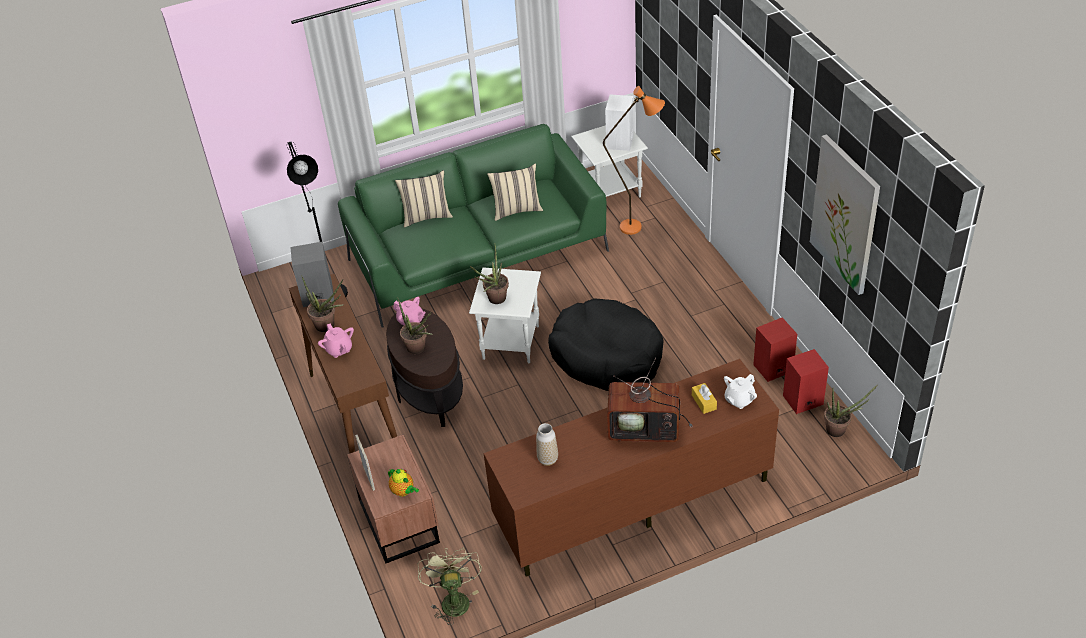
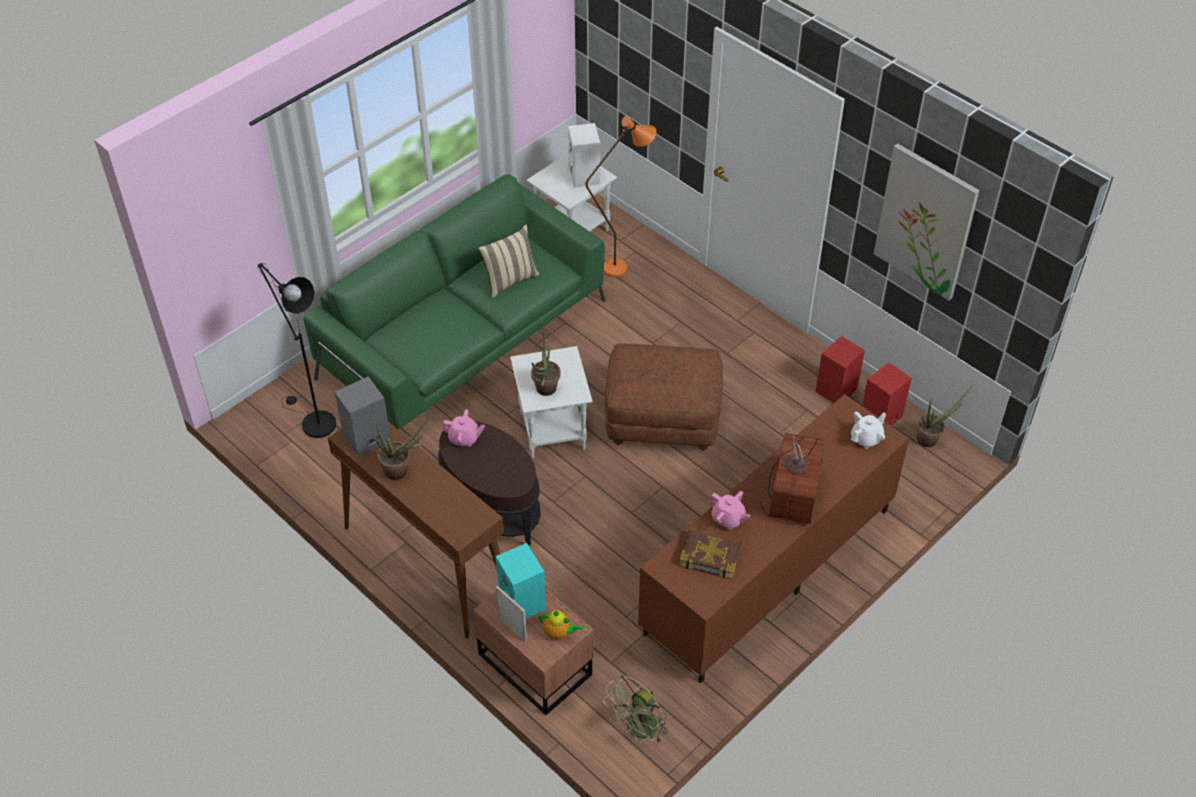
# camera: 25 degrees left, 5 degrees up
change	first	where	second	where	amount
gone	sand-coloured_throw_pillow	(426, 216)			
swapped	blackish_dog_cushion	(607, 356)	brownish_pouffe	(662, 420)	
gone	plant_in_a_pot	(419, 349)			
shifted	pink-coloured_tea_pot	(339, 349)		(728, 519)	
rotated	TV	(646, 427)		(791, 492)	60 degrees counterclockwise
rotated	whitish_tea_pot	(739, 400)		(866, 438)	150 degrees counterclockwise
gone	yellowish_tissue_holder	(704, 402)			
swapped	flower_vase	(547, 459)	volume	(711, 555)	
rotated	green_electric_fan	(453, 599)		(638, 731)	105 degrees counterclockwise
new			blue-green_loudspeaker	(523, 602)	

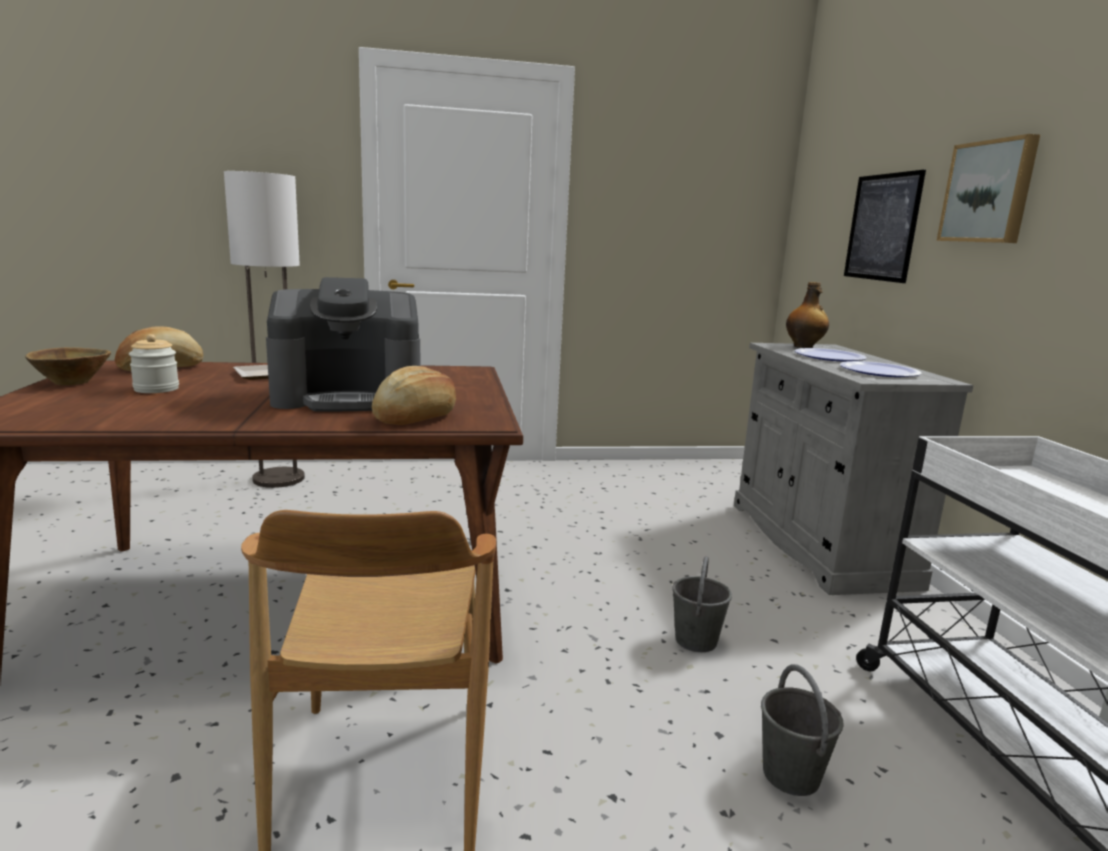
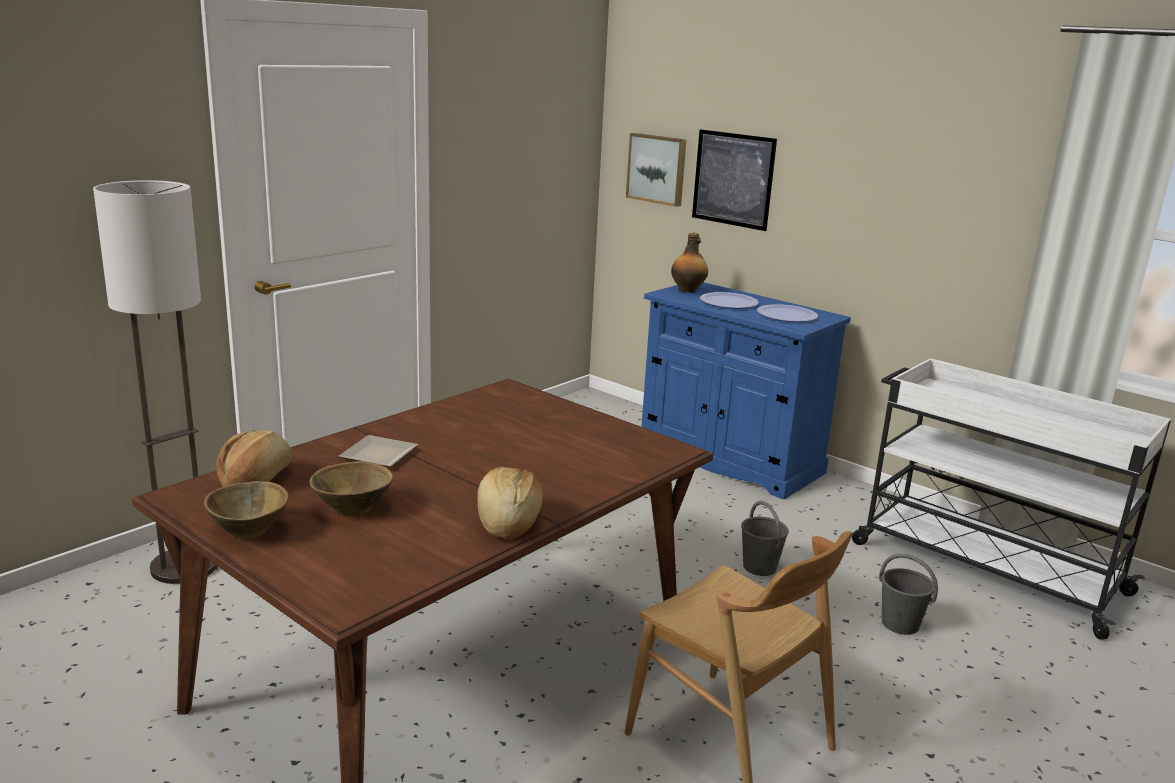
# camera: 40 degrees left, 5 degrees up
change	first	where	second	where	amount
shifted	wall_picture	(989, 192)		(657, 169)	
gone	coffee_maker	(349, 397)			
swapped	jar	(156, 389)	brownish_bowl	(353, 508)	
repainted	greyish_cabinet	(818, 543)	blue-coloured_cabinet	(728, 458)	
shifted	baked_bread	(416, 418)		(506, 520)	

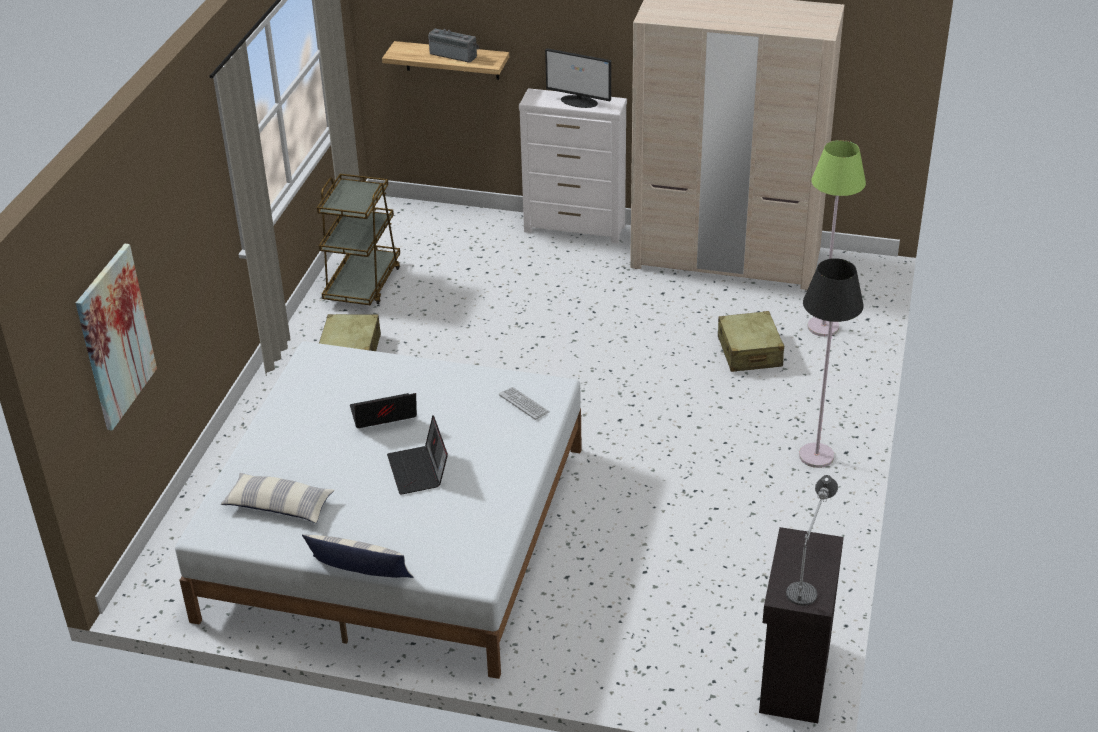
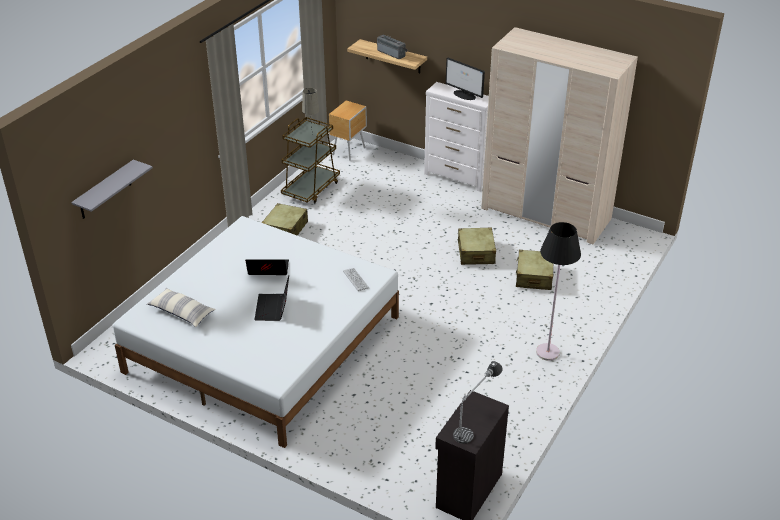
# camera: 15 degrees right, 0 degrees up
change	first	where	second	where	amount
gone	green_standing_lamp	(823, 327)			
swapped	wall_picture	(115, 337)	greyish_shelf	(105, 190)	
gone	throw_pillow	(360, 572)			
new			sand-coloured_table_lamp	(312, 137)	
new			brownish_nightstand	(349, 151)	
new			sand-coloured_piece_of_luggage	(476, 253)	

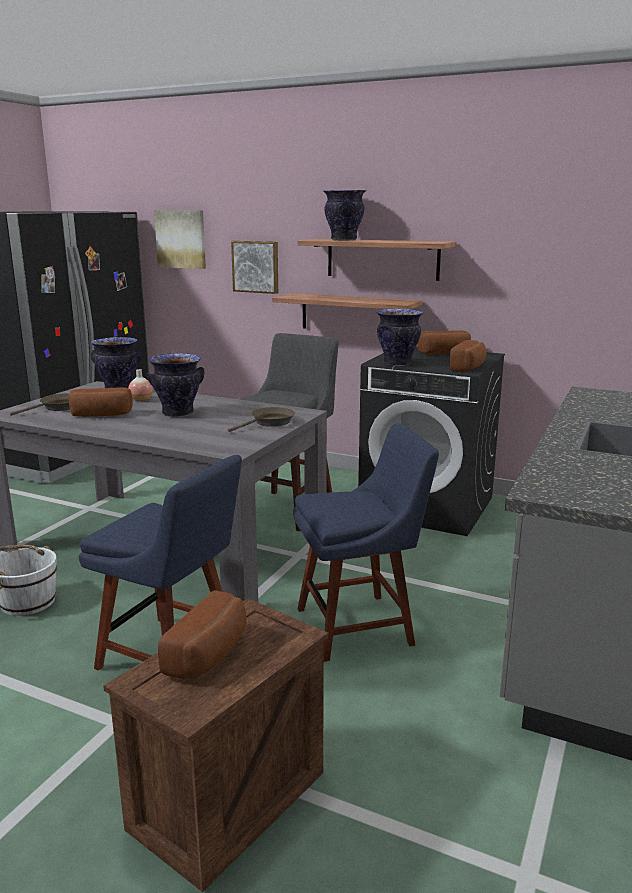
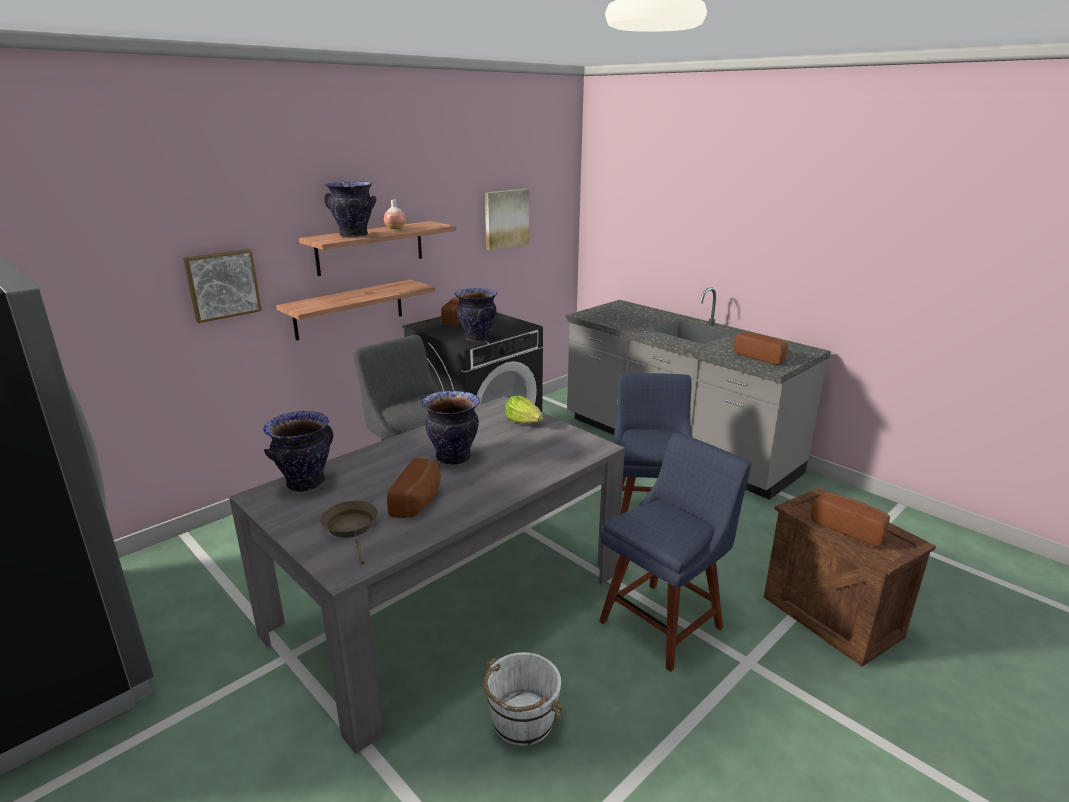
# camera: 70 degrees left, 5 degrees up
change	first	where	second	where	amount
shifted	wall_picture	(181, 239)		(506, 218)	
shifted	baked_bread	(469, 367)		(761, 357)	
shifted	flower_vase	(141, 400)		(395, 228)	
swapped	brownish_frying_pan	(270, 423)	head_of_lettuce	(524, 422)	

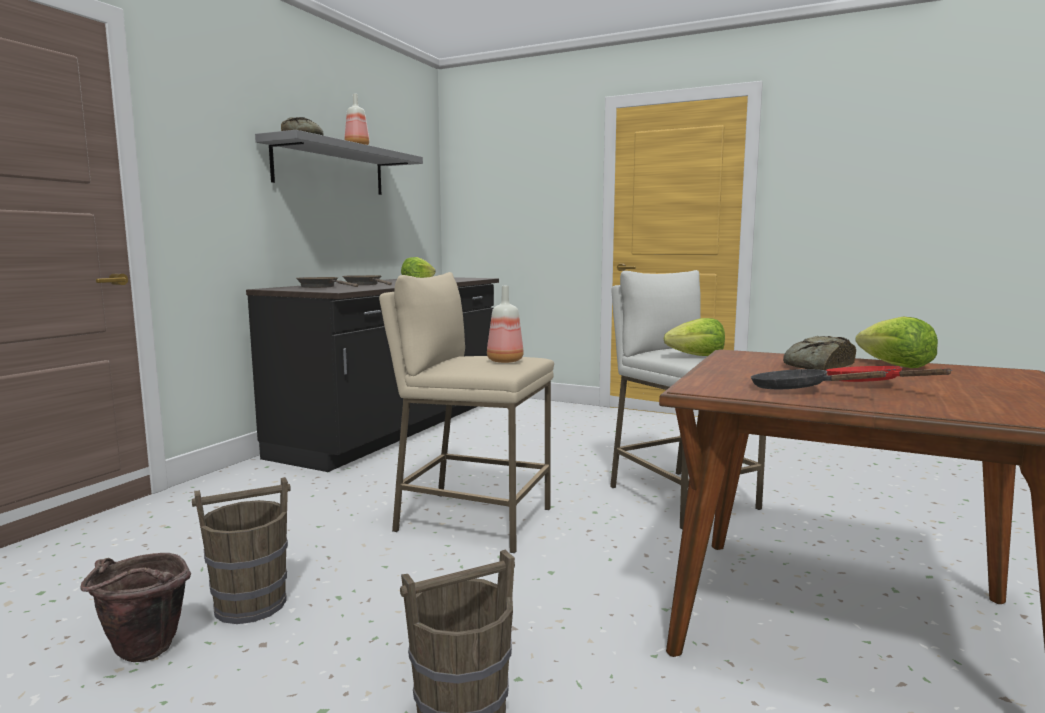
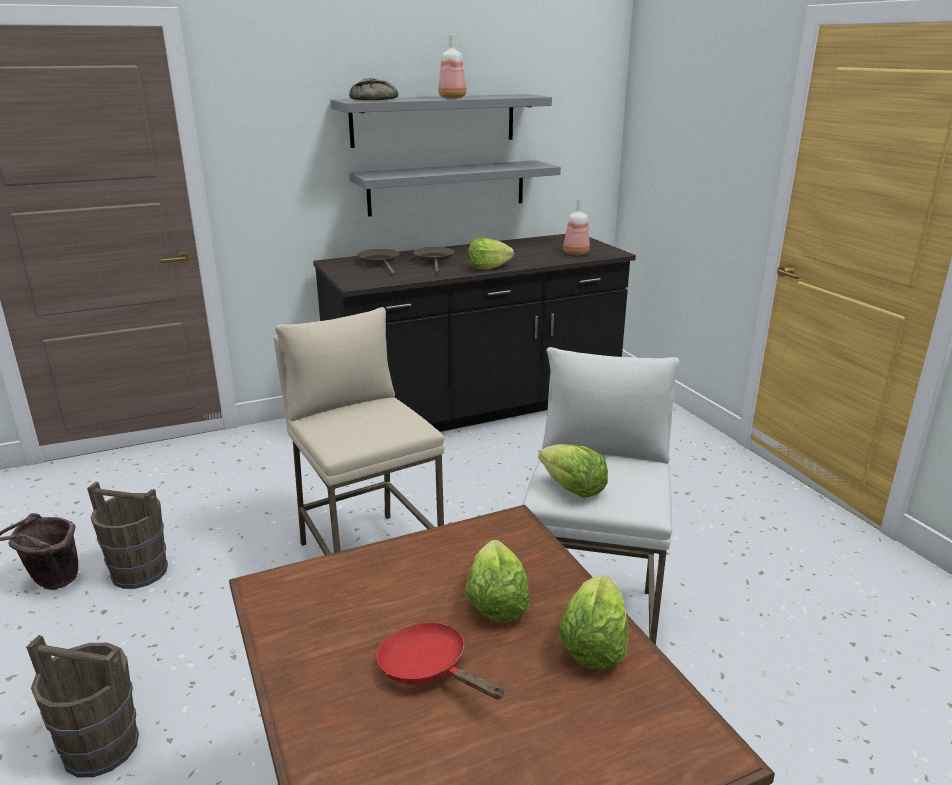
# camera: 40 degrees right, 15 degrees up
change	first	where	second	where	amount
shifted	beverage_bottle	(504, 361)		(575, 253)	
swapped	baked_bread	(817, 367)	head_of_lettuce	(495, 601)	
rotated	red_frying_pan	(870, 384)		(429, 669)	60 degrees counterclockwise
gone	blackish_frying_pan	(796, 390)			
new			greyish_shelf	(447, 187)	

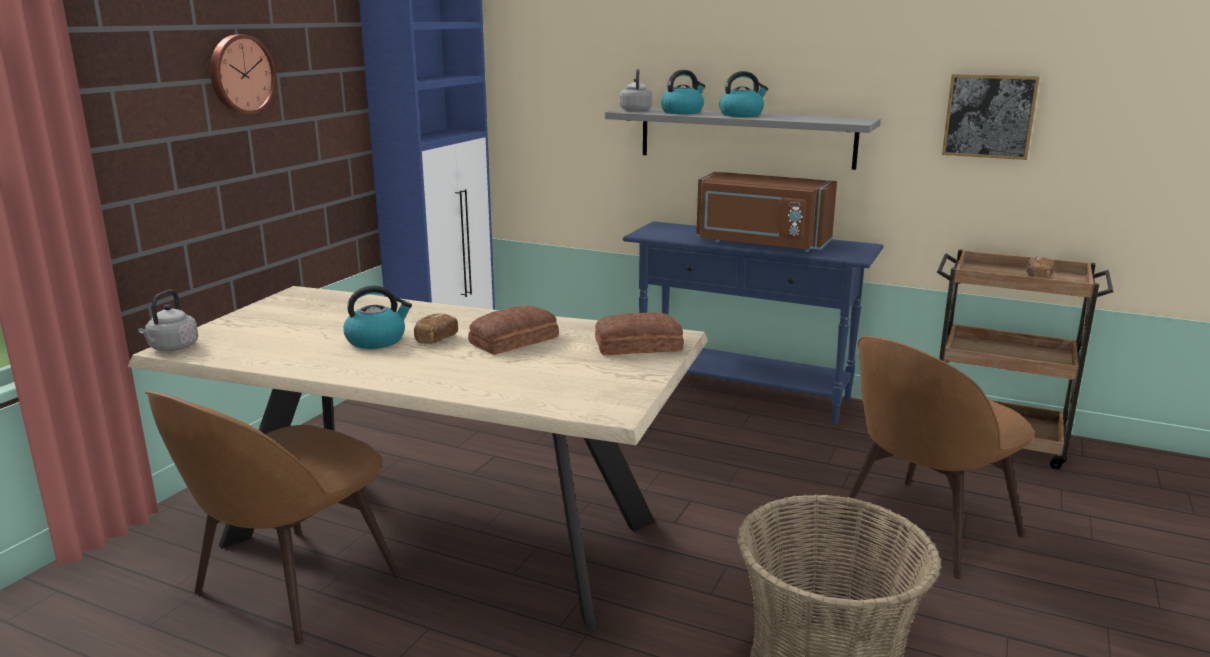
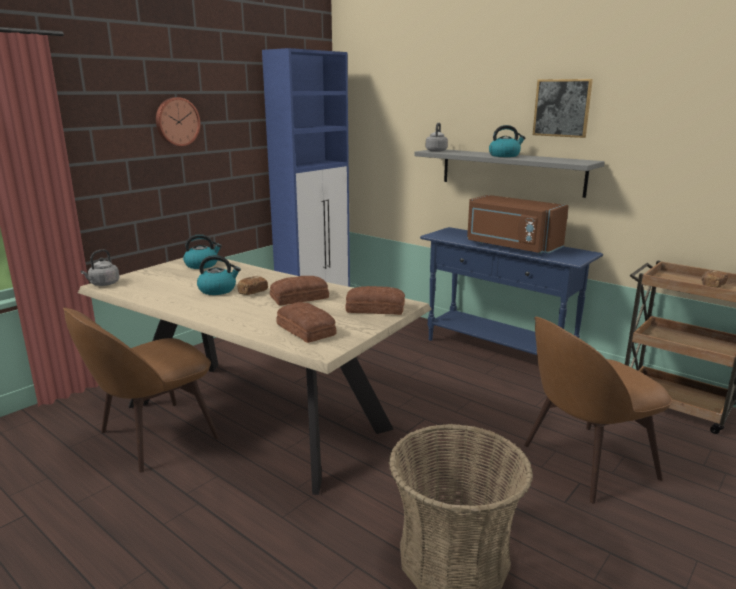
# camera: 15 degrees right, 0 degrees up
change	first	where	second	where	amount
shifted	water_kettle	(682, 112)		(202, 265)	
shifted	wall_picture	(989, 116)		(562, 108)	
new			baked_bread	(306, 329)	

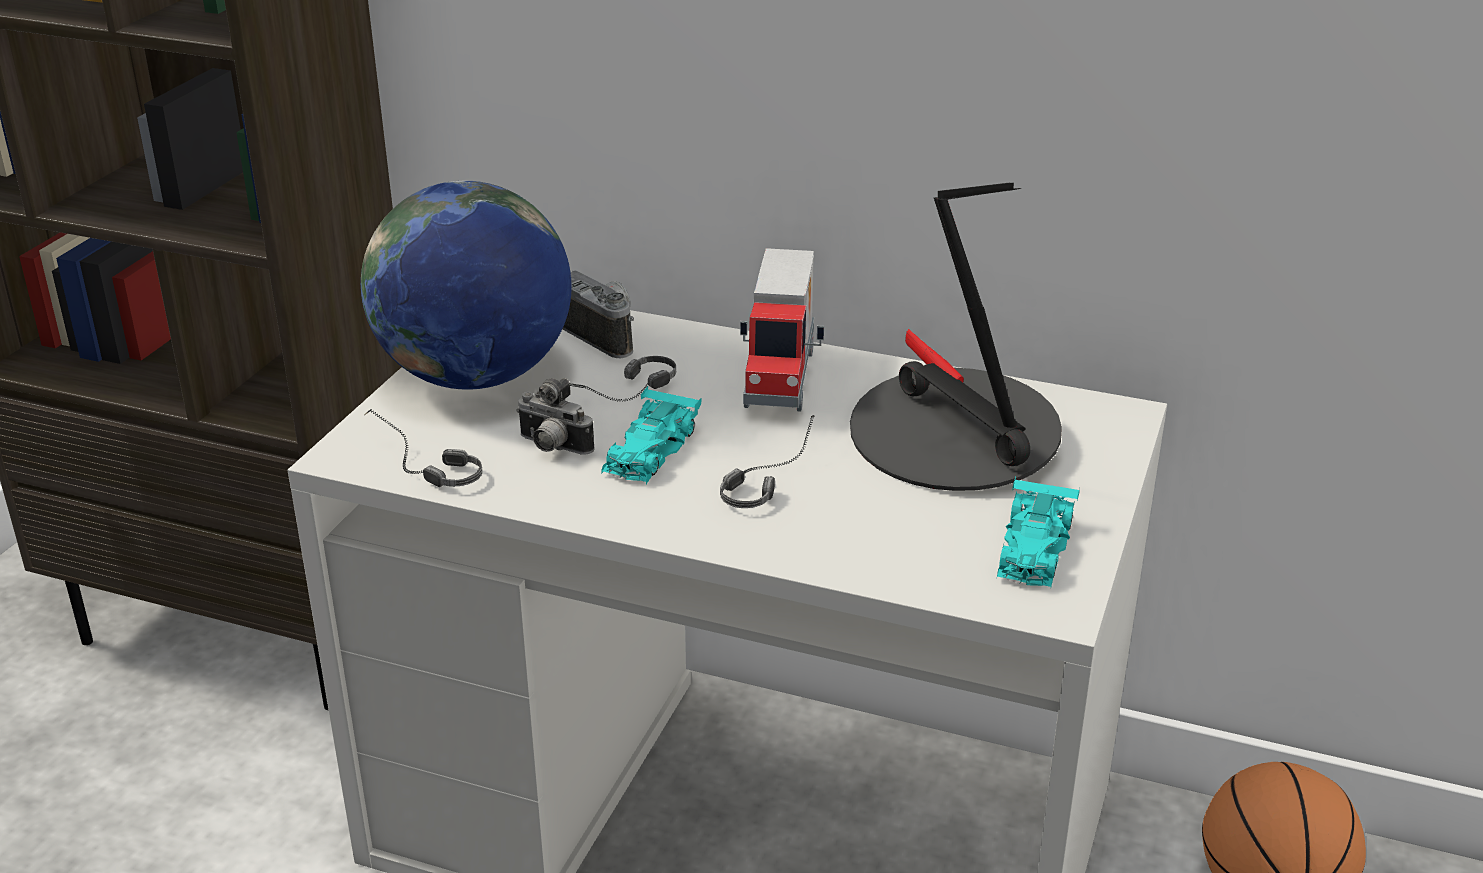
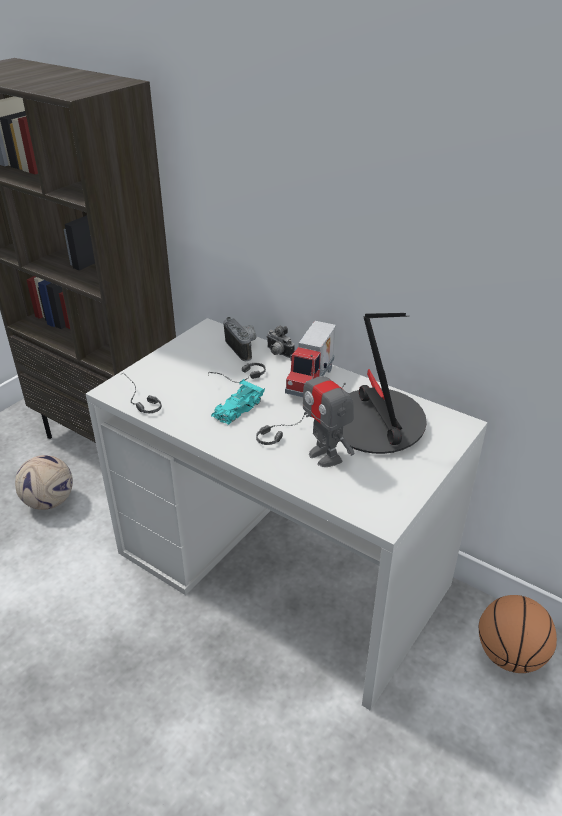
# camera: 15 degrees right, 5 degrees up
change	first	where	second	where	amount
gone	desk_globe	(475, 376)			
shifted	photo_camera	(552, 448)		(278, 353)	
gone	blue-green_model_car	(1033, 549)			
new			robot_figure	(325, 456)	
new			ball_for_football	(49, 502)	

